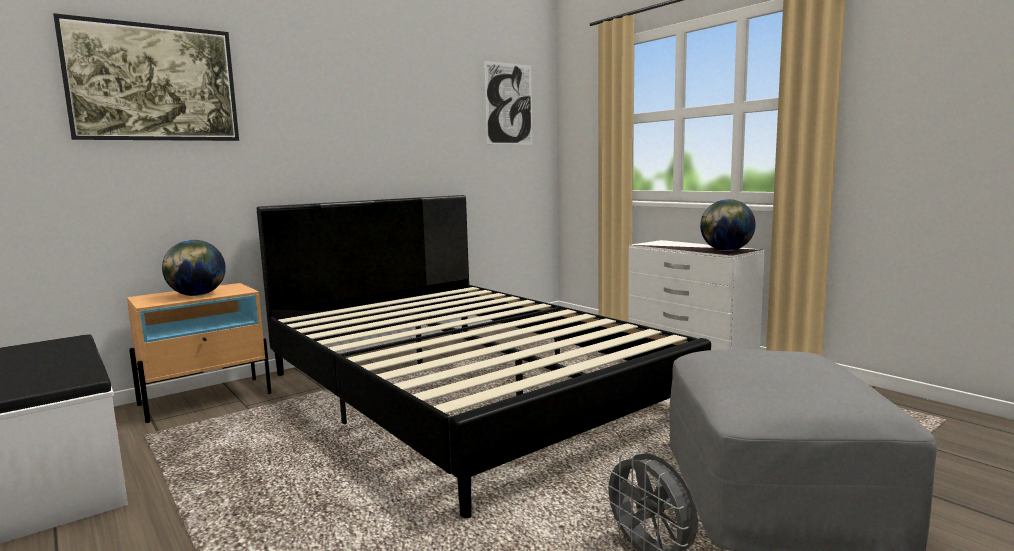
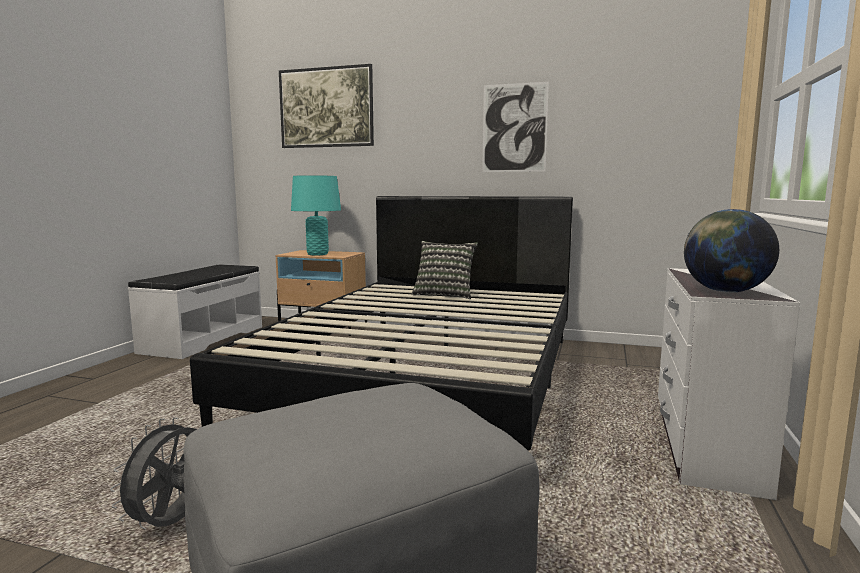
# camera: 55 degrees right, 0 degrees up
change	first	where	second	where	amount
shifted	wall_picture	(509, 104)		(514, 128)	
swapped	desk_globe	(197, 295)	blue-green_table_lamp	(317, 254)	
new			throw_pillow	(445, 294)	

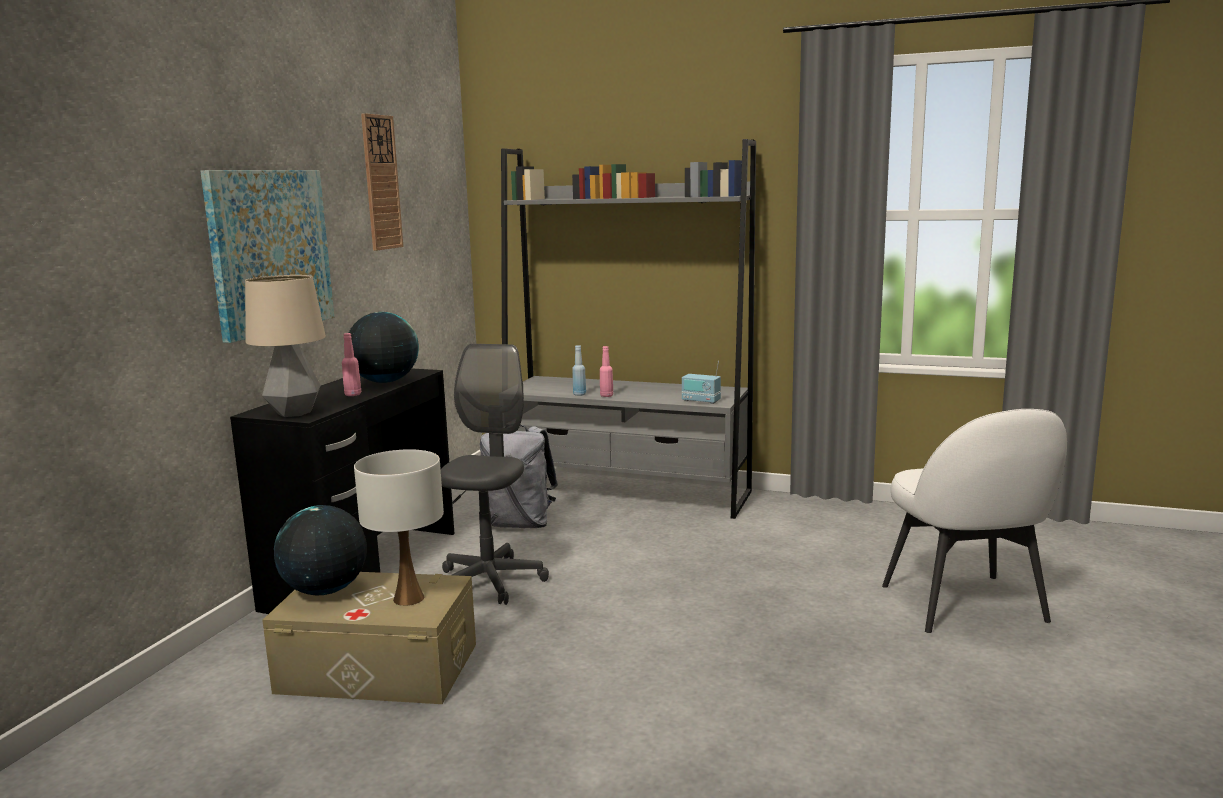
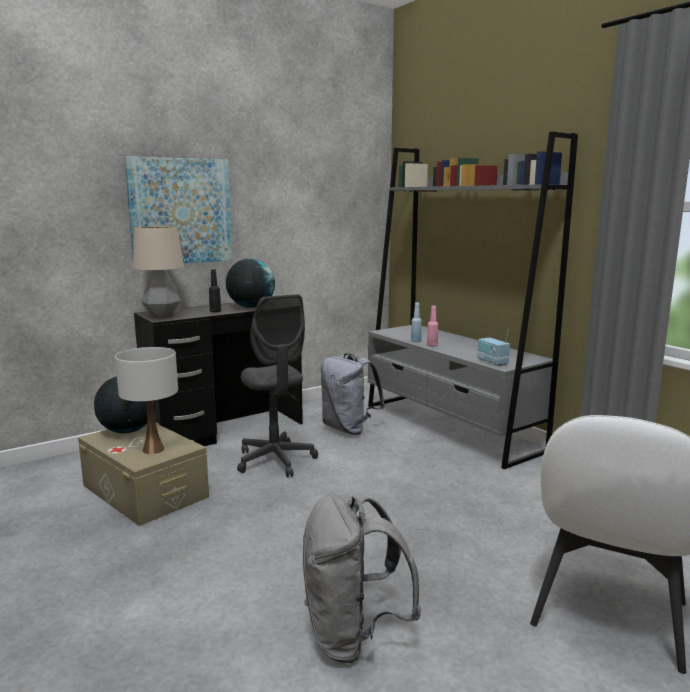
# camera: 35 degrees right, 0 degrees up
change	first	where	second	where	amount
gone	clock_on_the_wall	(381, 182)			
repainted	pink-coloured_beverage_bottle	(352, 394)	blackish_beverage_bottle	(215, 311)	
rotated	greyish_office_chair	(490, 582)		(275, 460)	105 degrees clockwise
new			greyish_knapsack	(353, 635)	

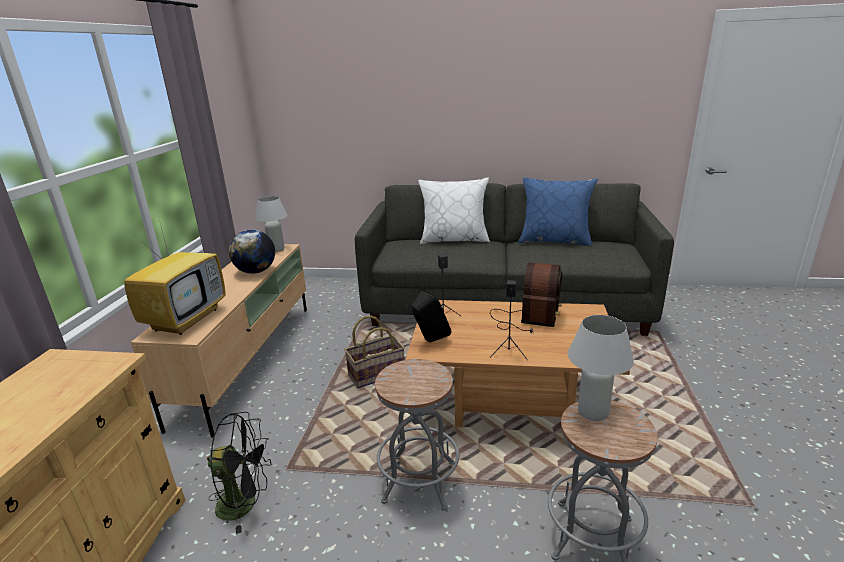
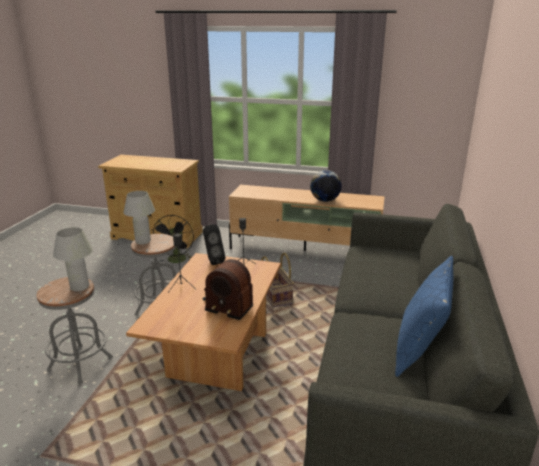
# camera: 95 degrees right, 0 degrees up
change	first	where	second	where	amount
gone	whitish_throw_pillow	(454, 239)			
shifted	whitish_table_lamp	(276, 249)		(143, 241)	
gone	TV	(186, 319)			

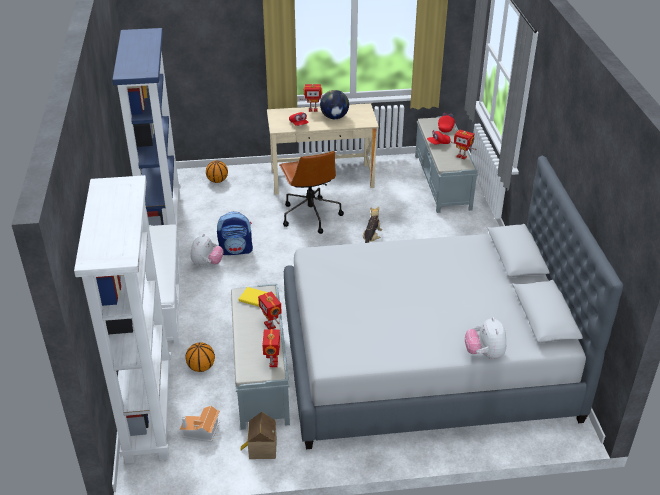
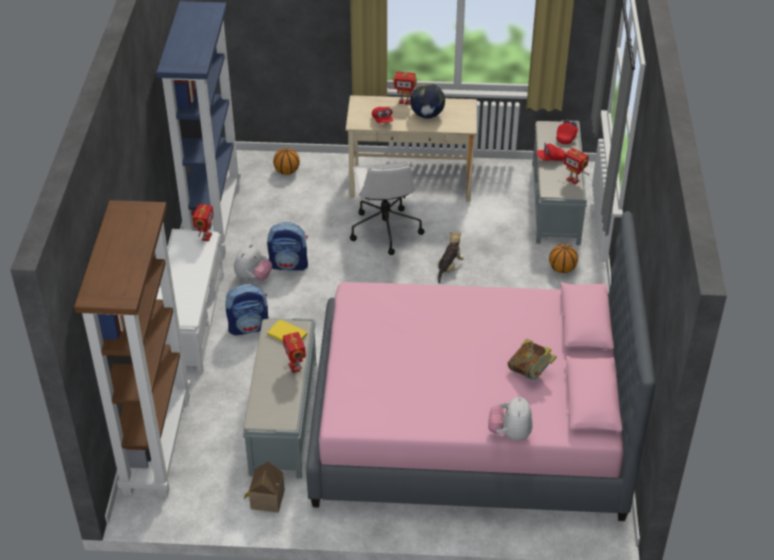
# camera: 10 degrees right, 5 degrees up
change	first	where	second	where	amount
repainted	brownish_office_chair	(310, 215)	whitish_office_chair	(385, 229)	
repainted	greyish_sleeping_bed	(425, 360)	pink-coloured_sleeping_bed	(469, 425)	
repainted	whitish_bookcase	(148, 411)	brownish_bookcase	(156, 442)	
shifted	robot_figure	(272, 362)		(205, 237)	
shifted	ball_for_basketball	(201, 367)		(561, 269)	
gone	miniature_house	(201, 431)			
new			knapsack	(249, 327)	
new			volume	(530, 372)	

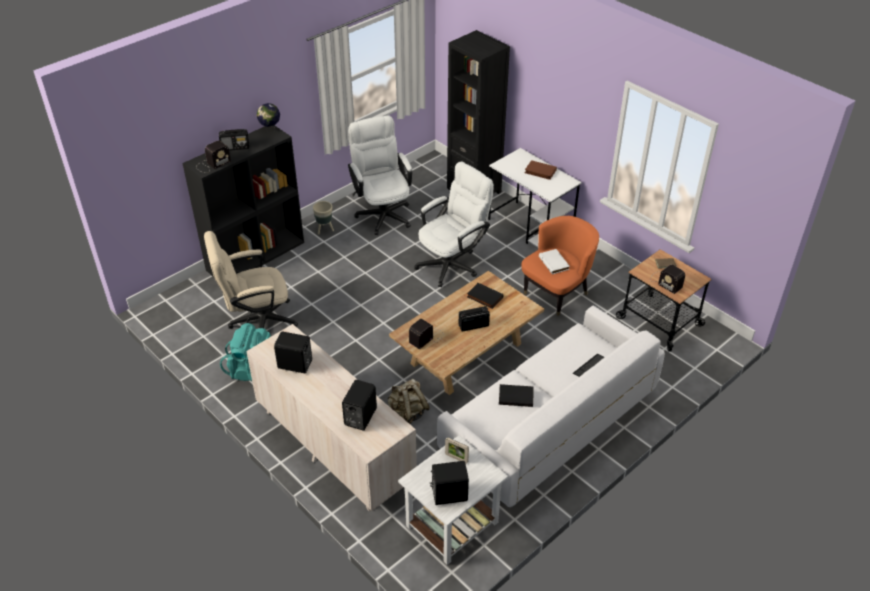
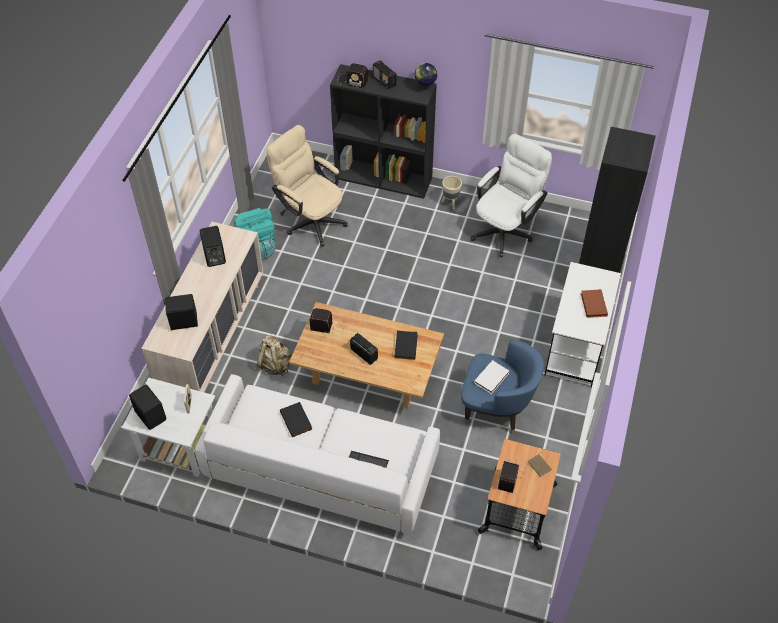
# camera: 60 degrees right, 10 degrees up
change	first	where	second	where	amount
gone	whitish_office_chair	(453, 263)			
repainted	orangey_easy_chair	(557, 293)	blue-coloured_easy_chair	(496, 408)	

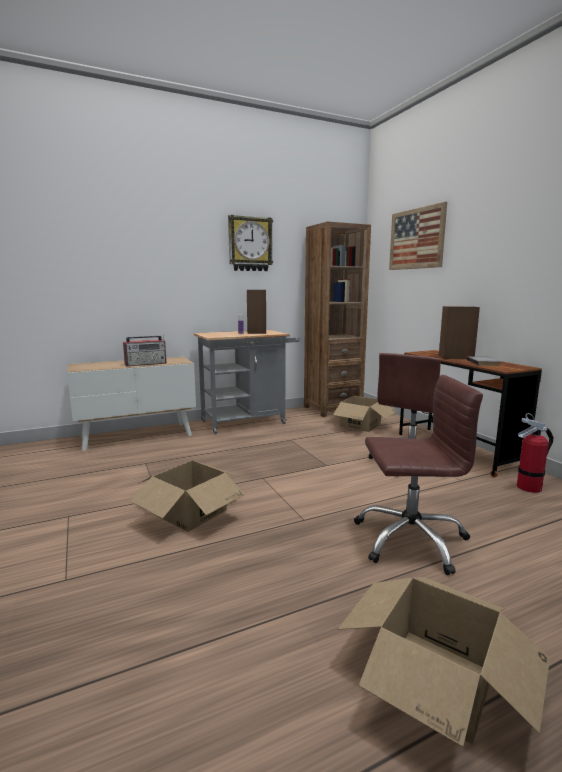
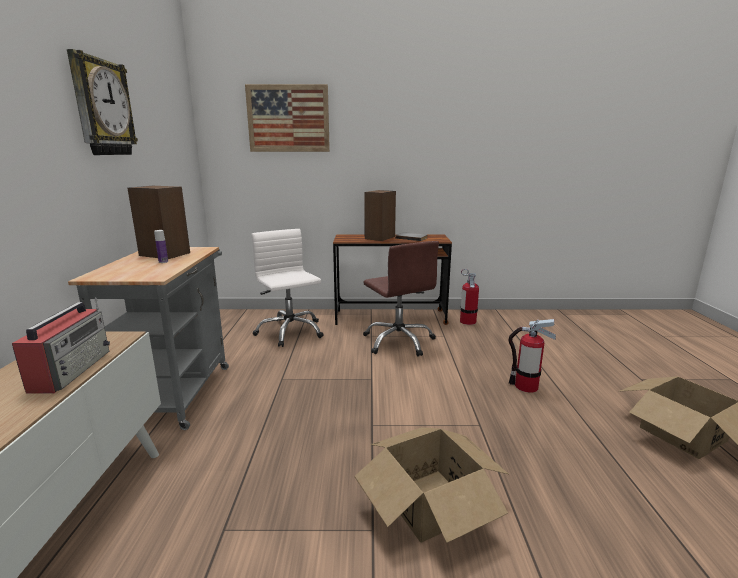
# camera: 65 degrees left, 5 degrees up
change	first	where	second	where	amount
gone	brownish_bookcase	(332, 409)			
swapped	brownish_office_chair	(410, 539)	fire-fighting_cylinder	(526, 386)	
swapped	packing_box	(360, 425)	whitish_office_chair	(290, 331)	

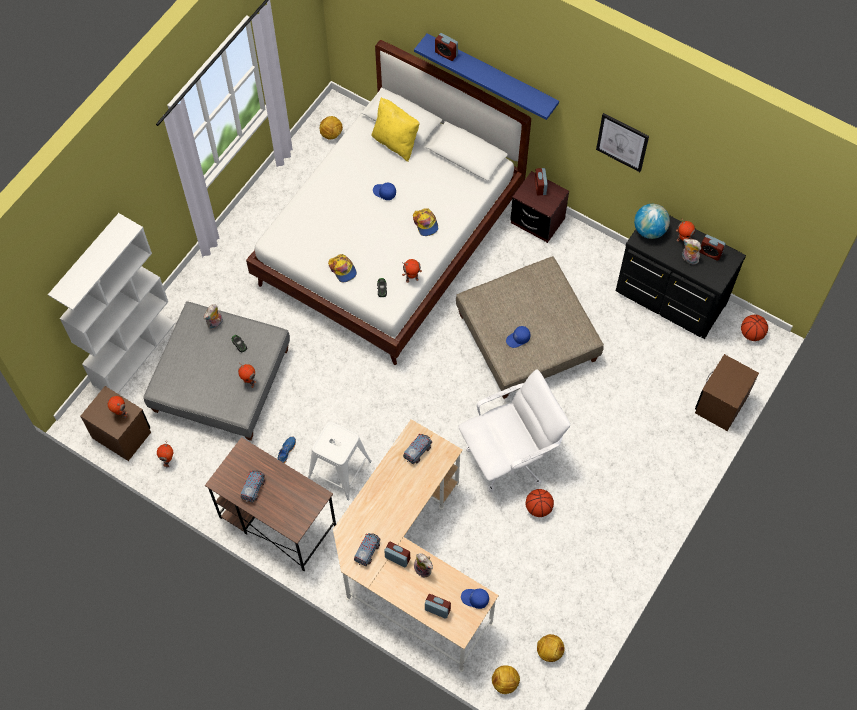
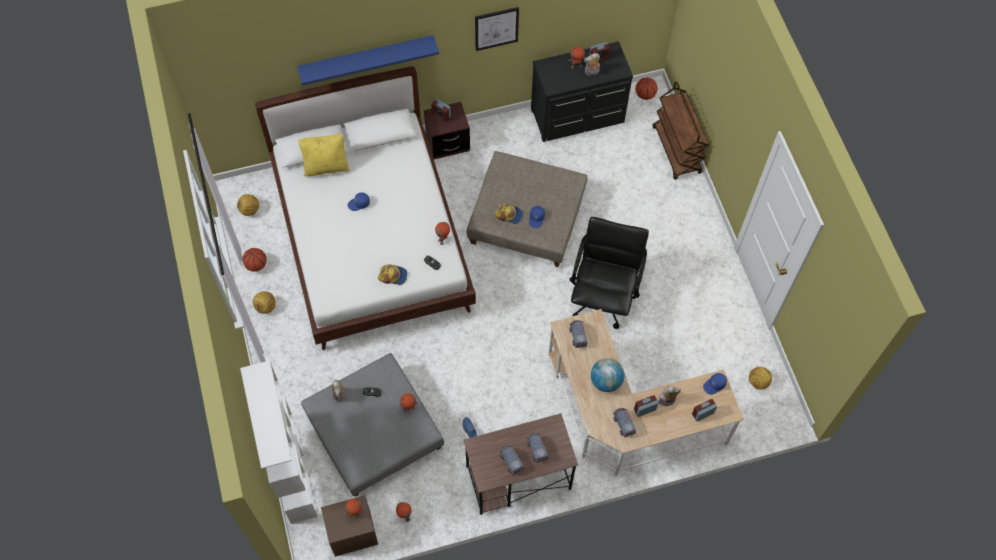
# camera: 50 degrees left, 0 degrees up
change	first	where	second	where	amount
gone	bedside_clock	(446, 53)			
shifted	desk_globe	(649, 230)		(606, 381)	
shifted	baseball_cap	(425, 223)		(509, 214)	
swapped	brownish_nightstand	(721, 404)	brownish_trolley	(677, 150)	
repainted	whitish_office_chair	(510, 457)	blackish_office_chair	(603, 296)	
gone	whitish_stool_seat	(339, 470)			
shifted	ball_for_basketball	(538, 507)		(256, 265)	
shifted	ball_for_football	(505, 682)		(265, 307)	
new			toy_truck	(537, 449)	

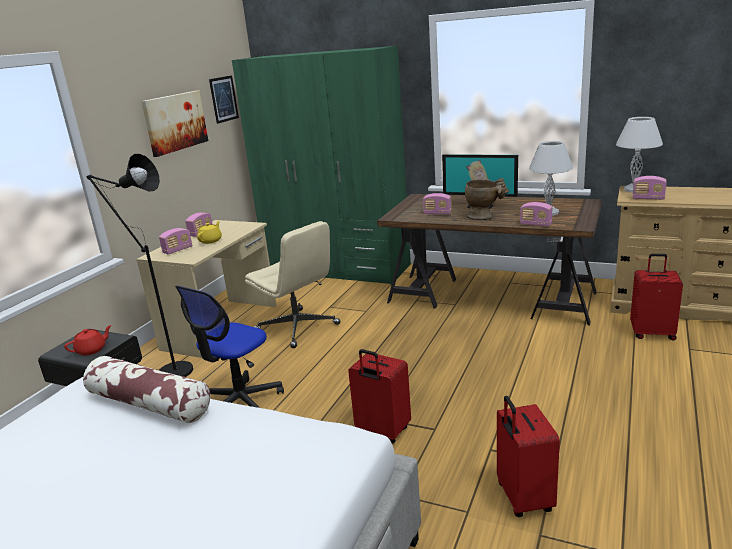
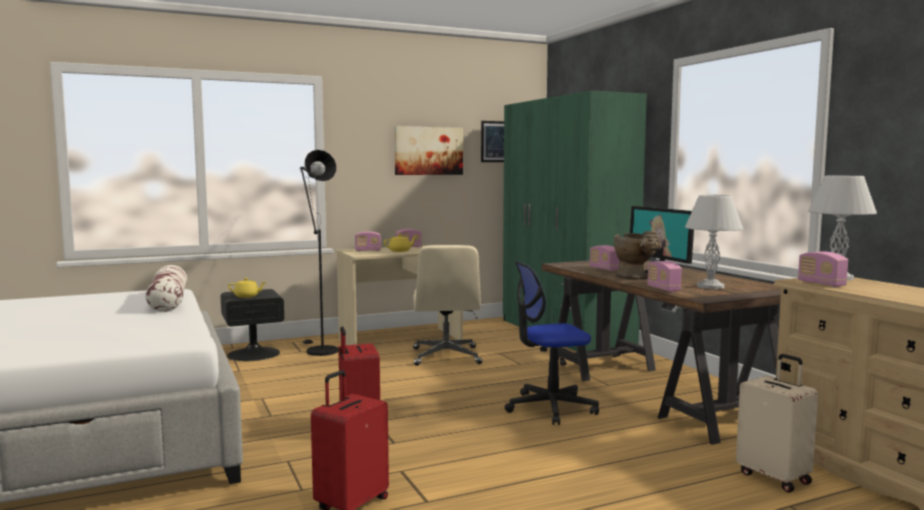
# camera: 40 degrees right, 15 degrees down
change	first	where	second	where	amount
repainted	red_piece_of_luggage	(652, 333)	sand-coloured_piece_of_luggage	(775, 477)	
shifted	office_chair	(240, 403)		(550, 408)	
repainted	red_tea_pot	(92, 350)	yellowish_tea_pot	(247, 296)	

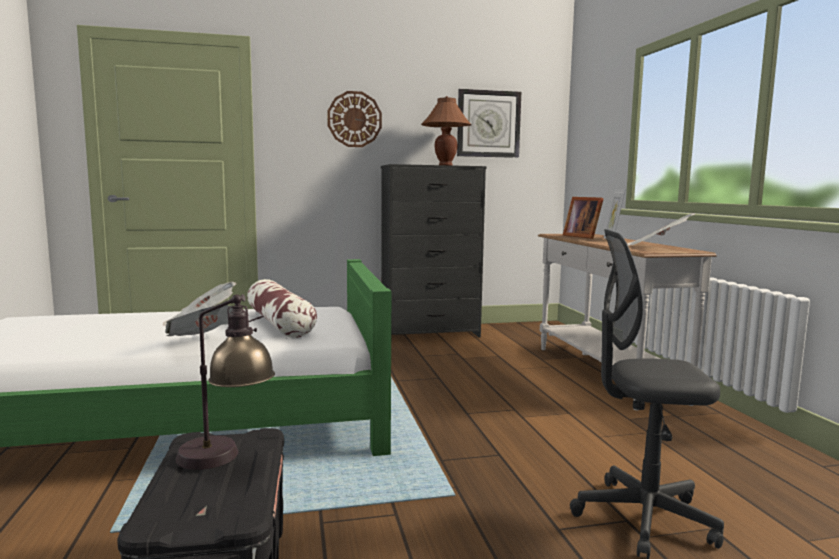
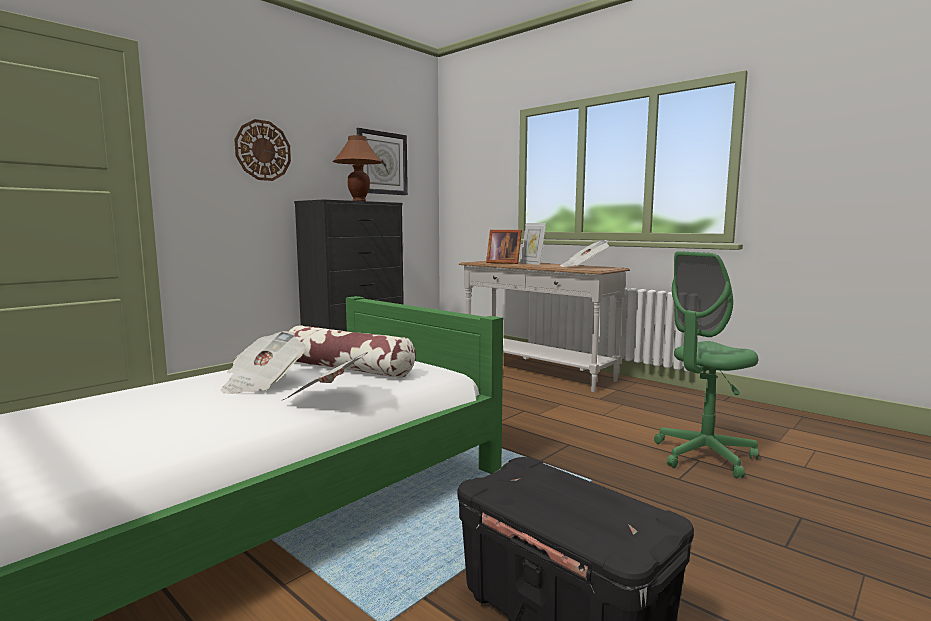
# camera: 35 degrees left, 0 degrees up
change	first	where	second	where	amount
repainted	greyish_office_chair	(643, 518)	green_office_chair	(704, 456)	
gone	table_lamp	(226, 459)			

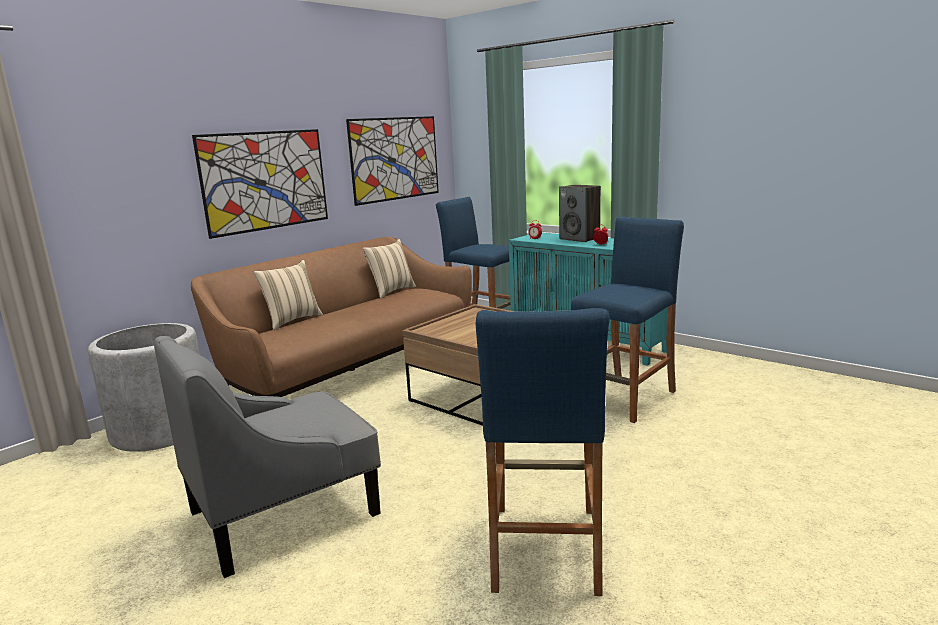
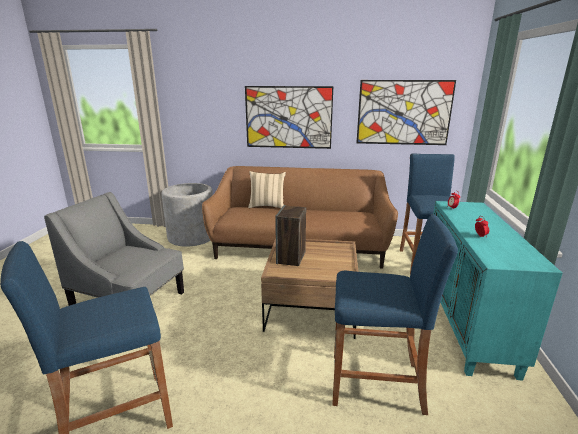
# camera: 55 degrees right, 5 degrees up
change	first	where	second	where	amount
shifted	loudspeaker	(580, 238)		(291, 258)	
gone	sand-coloured_throw_pillow	(391, 291)			

